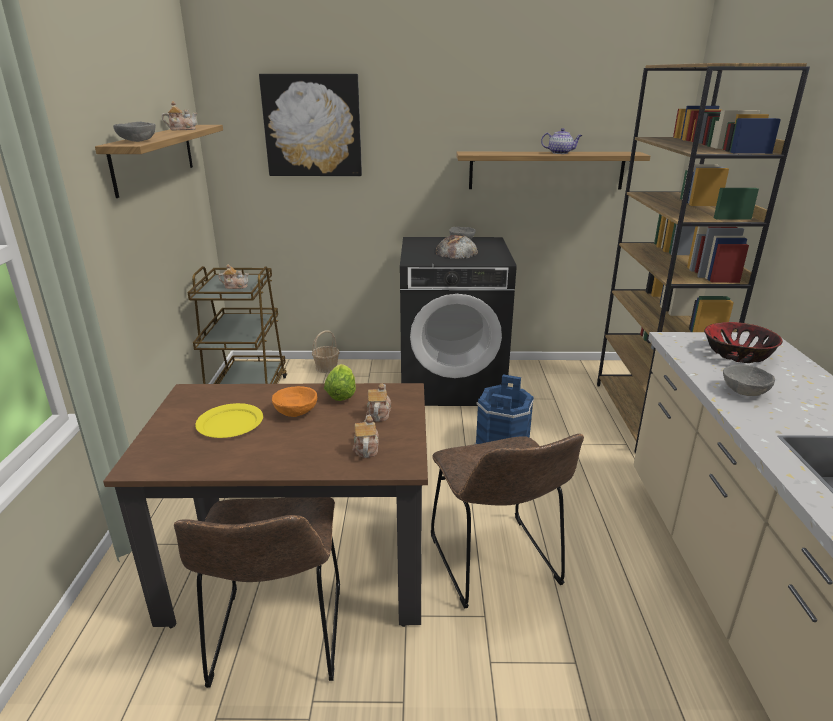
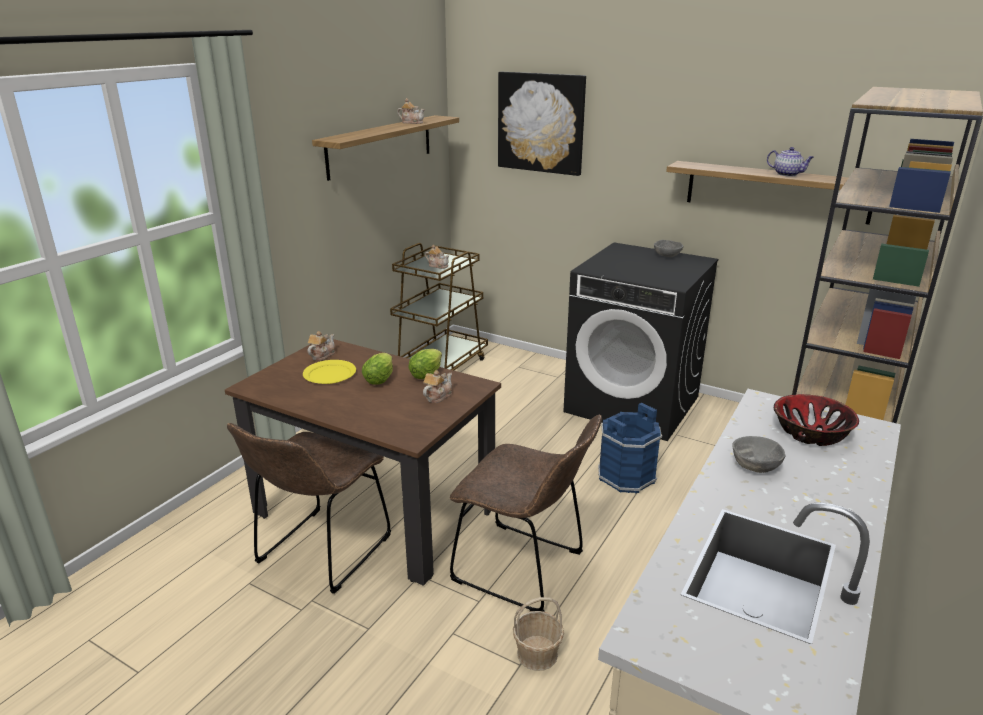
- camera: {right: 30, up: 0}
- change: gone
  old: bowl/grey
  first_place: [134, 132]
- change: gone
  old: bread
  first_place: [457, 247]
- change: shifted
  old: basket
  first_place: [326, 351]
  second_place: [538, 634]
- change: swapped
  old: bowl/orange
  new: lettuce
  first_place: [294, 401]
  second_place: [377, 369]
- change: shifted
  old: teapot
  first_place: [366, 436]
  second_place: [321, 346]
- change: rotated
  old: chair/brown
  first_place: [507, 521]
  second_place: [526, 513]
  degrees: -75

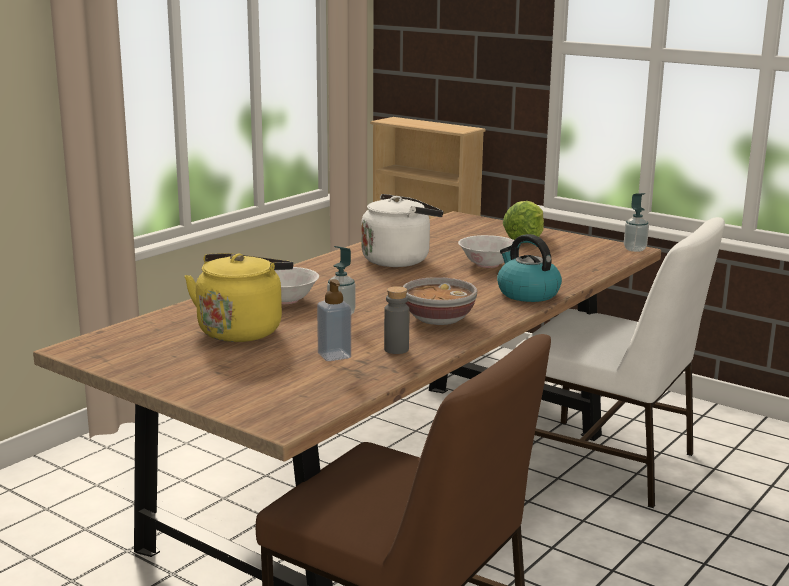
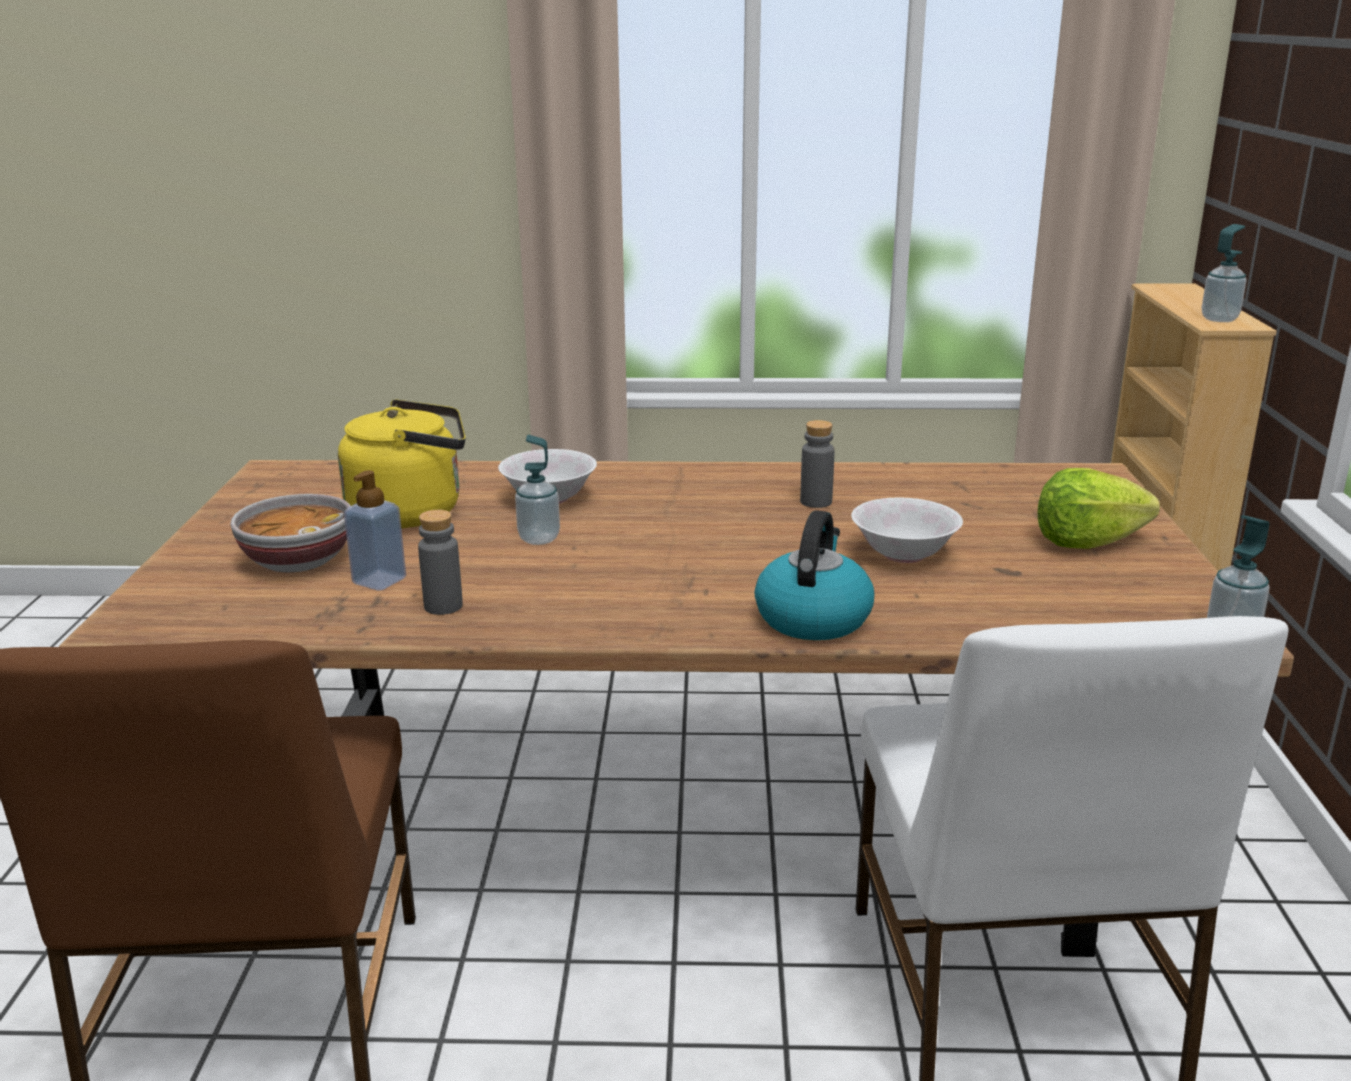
- camera: {right: 55, up: 5}
- change: swapped
  old: kettle/white
  new: bottle/grey
  first_place: [402, 230]
  second_place: [817, 464]
- change: shifted
  old: bowl
  first_place: [440, 301]
  second_place: [290, 533]
- change: new
  new: soap dispenser
  second_place: [1224, 273]

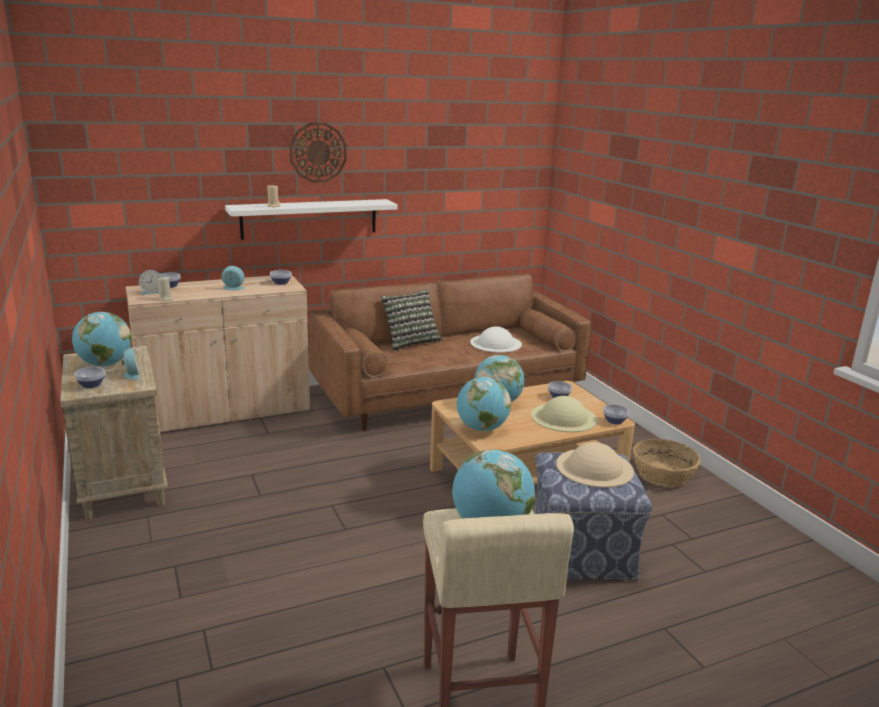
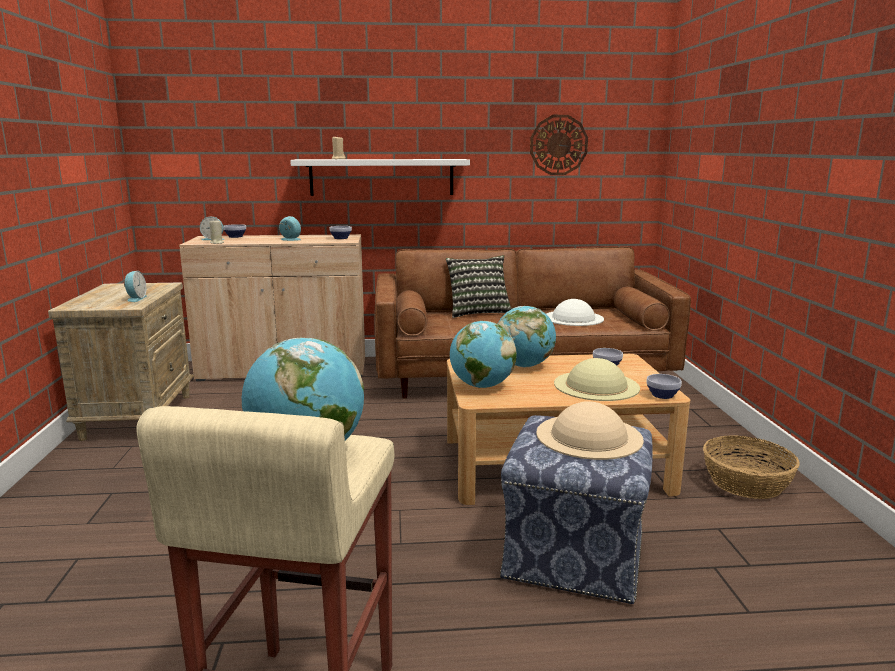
- camera: {right: 20, up: -5}
- change: shifted
  old: wall clock
  first_place: [318, 153]
  second_place: [559, 145]
- change: gone
  old: globe
  first_place: [102, 339]
- change: gone
  old: bowl
  first_place: [89, 377]

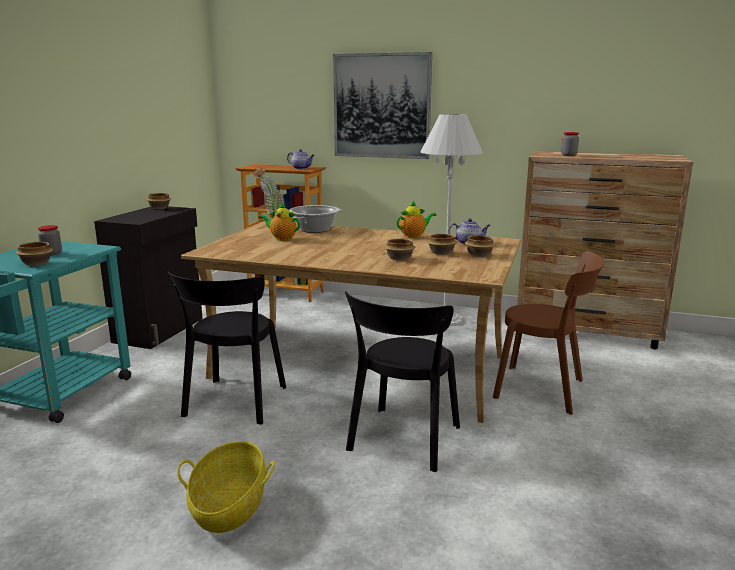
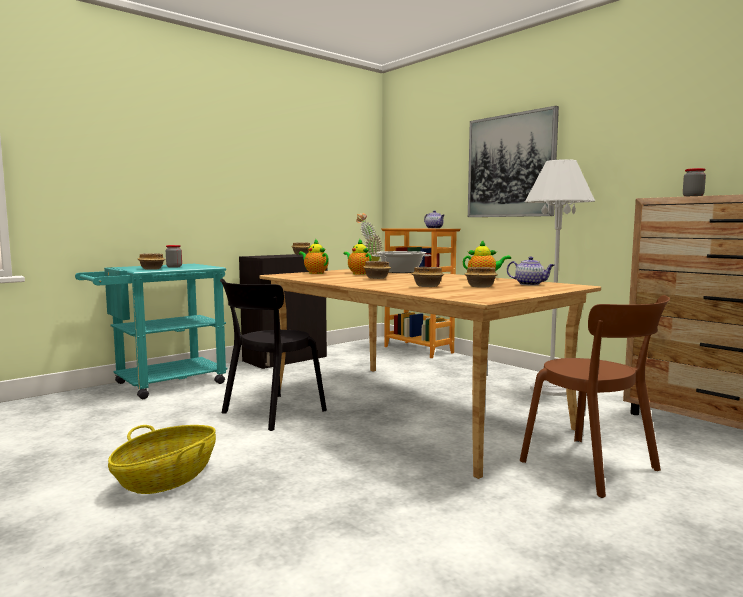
- camera: {right: 30, up: -10}
- change: shifted
  old: bowl
  first_place: [480, 246]
  second_place: [377, 270]
- change: gone
  old: chair/black
  first_place: [402, 381]
- change: new
  new: teapot
  second_place: [314, 256]

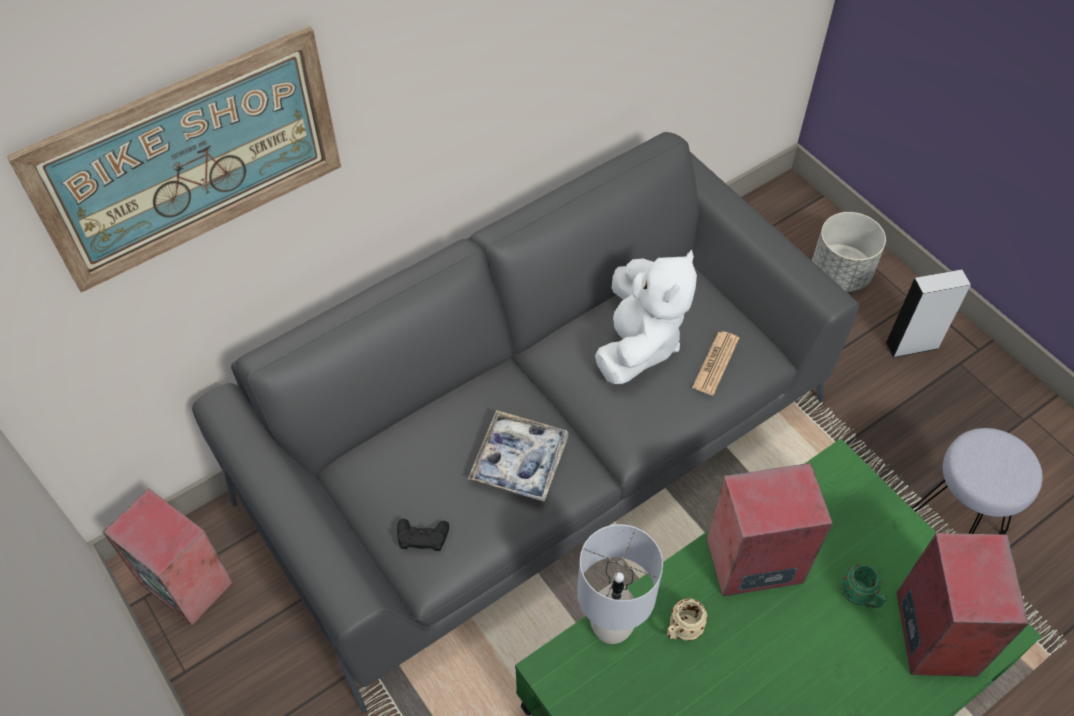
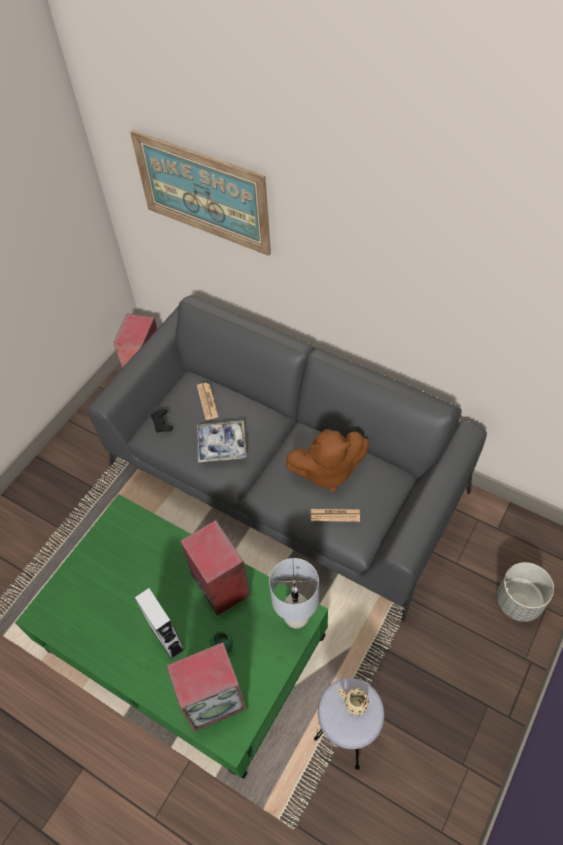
- camera: {right: 70, up: 0}
- change: repainted
  old: plush toy/white
  new: plush toy/brown
  first_place: [646, 316]
  second_place: [328, 460]
- change: shifted
  old: speaker/grey
  first_place: [928, 313]
  second_place: [160, 624]
- change: shifted
  old: table lamp/grey
  first_place: [620, 584]
  second_place: [294, 593]
- change: shifted
  old: mug/beige
  first_place: [687, 619]
  second_place: [353, 702]
- change: new
  new: newspaper
  second_place: [207, 401]

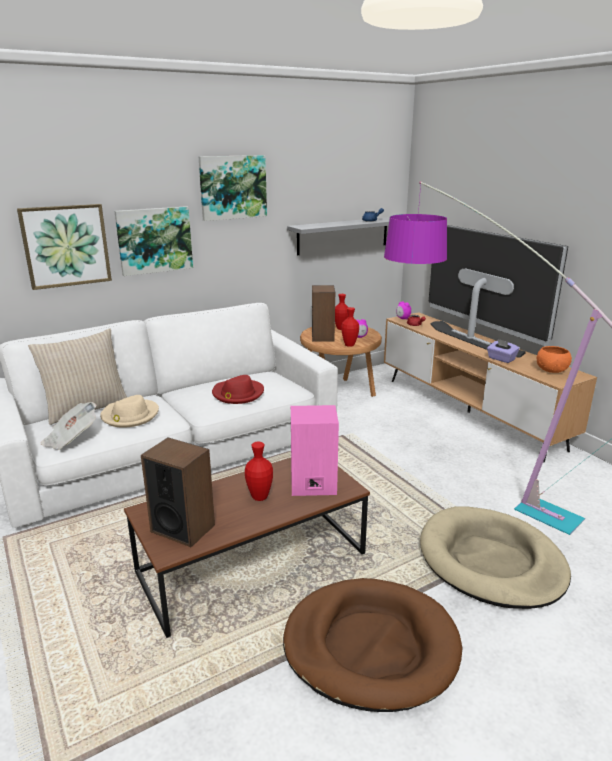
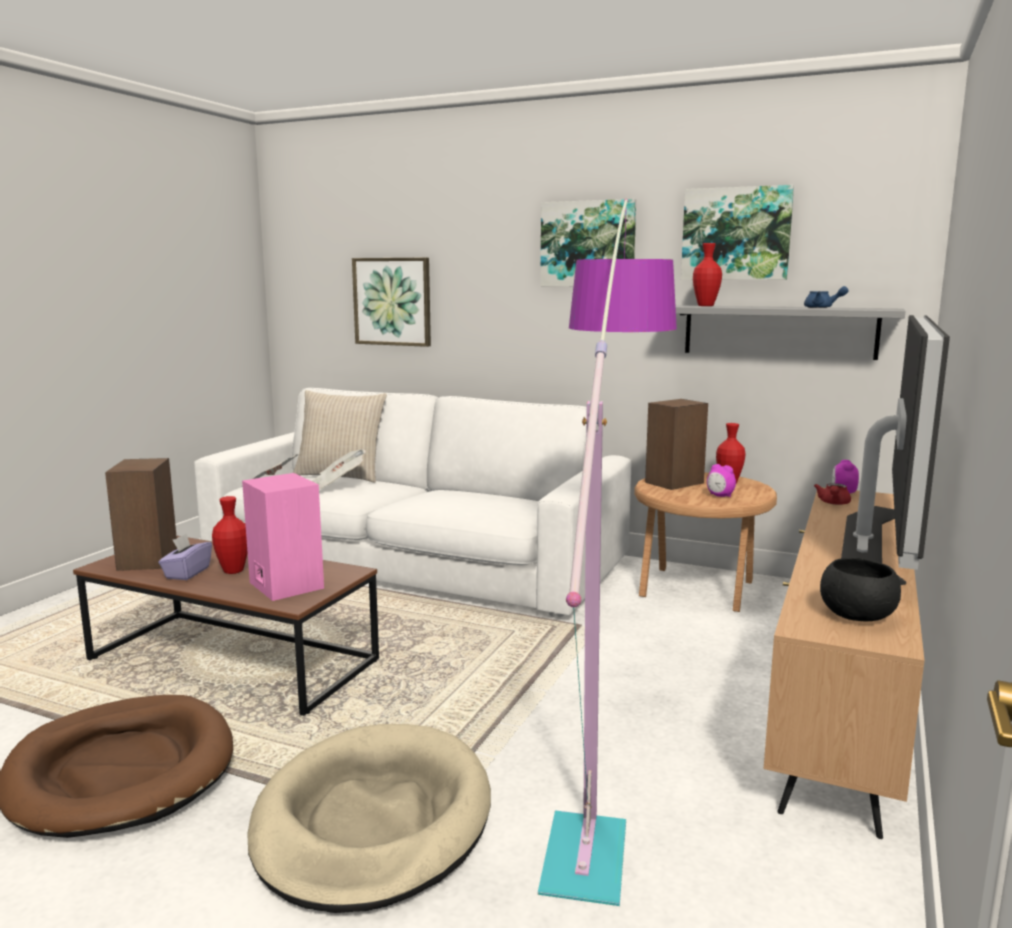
- camera: {right: 55, up: -10}
- change: shifted
  old: picture
  first_place: [154, 241]
  second_place: [737, 232]
- change: shifted
  old: vase/red
  first_place: [350, 327]
  second_place: [707, 274]
- change: shifted
  old: tissue box/purple
  first_place: [503, 351]
  second_place: [185, 557]
- change: repainted
  old: bowl/orange
  new: bowl/black
  first_place: [554, 359]
  second_place: [860, 590]
- change: gone
  old: hat/red
  first_place: [238, 389]
- change: swapped
  old: hat/beige
  new: newspaper
  first_place: [129, 411]
  second_place: [339, 469]

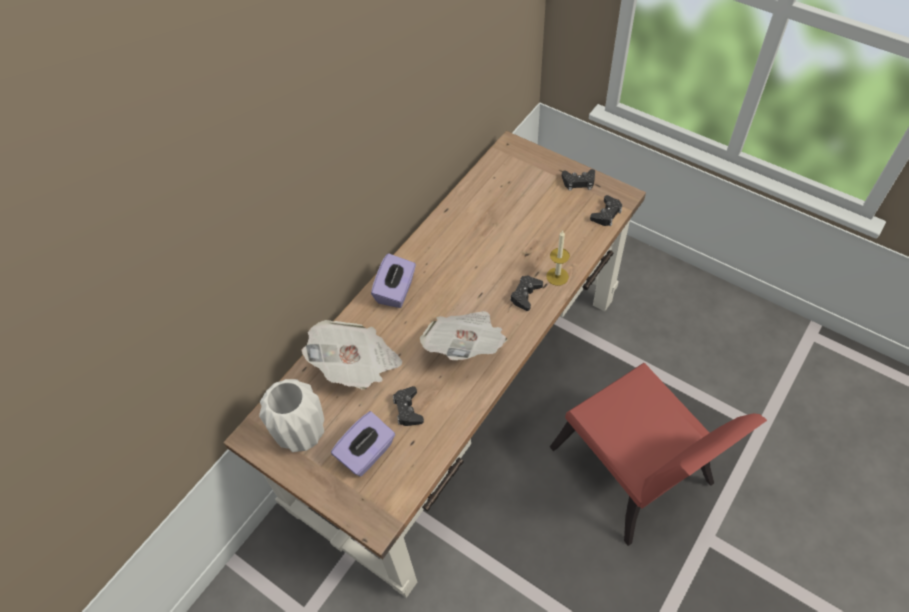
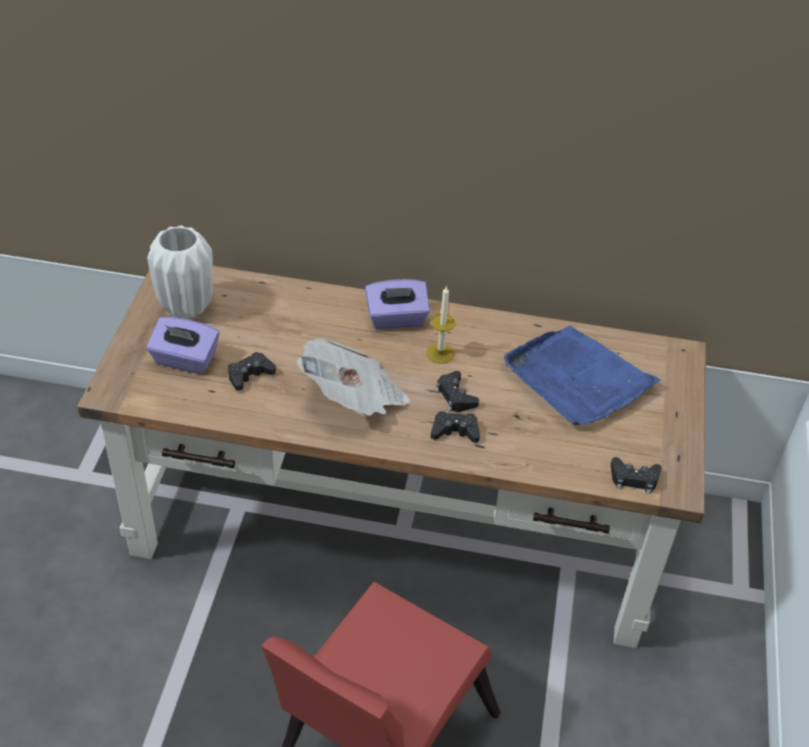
- camera: {right: 60, up: -10}
- change: shifted
  old: game controller/black
  first_place: [578, 180]
  second_place: [457, 391]
- change: shifted
  old: candle
  first_place: [558, 258]
  second_place: [441, 324]
- change: gone
  old: newspaper
  first_place: [352, 354]
- change: new
  new: tray/blue
  second_place: [582, 375]

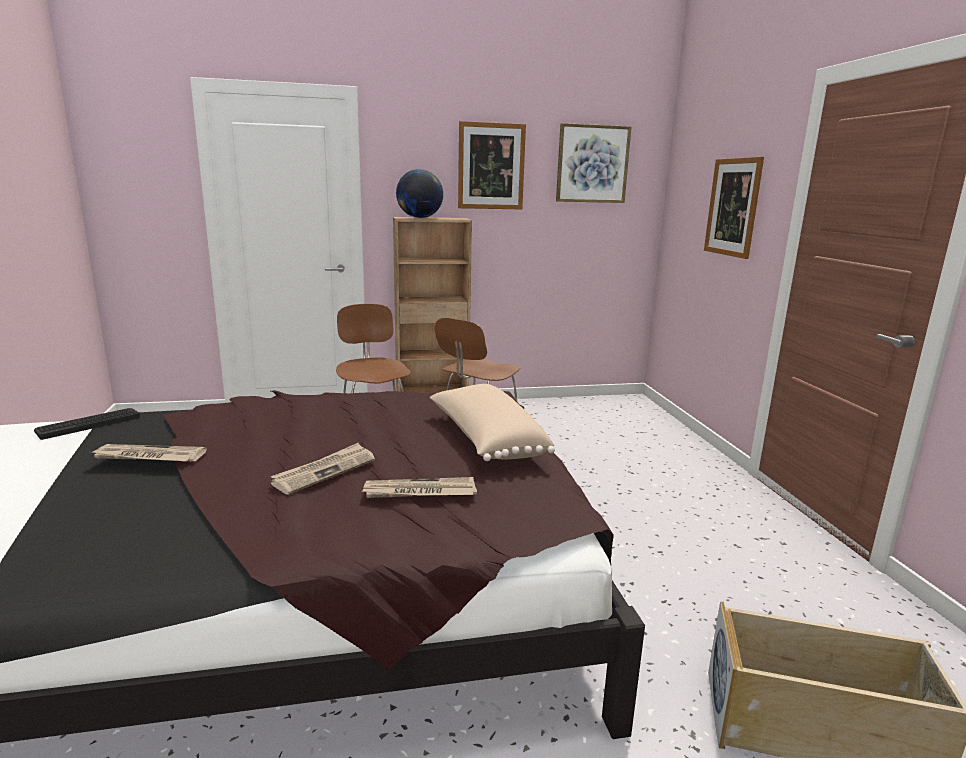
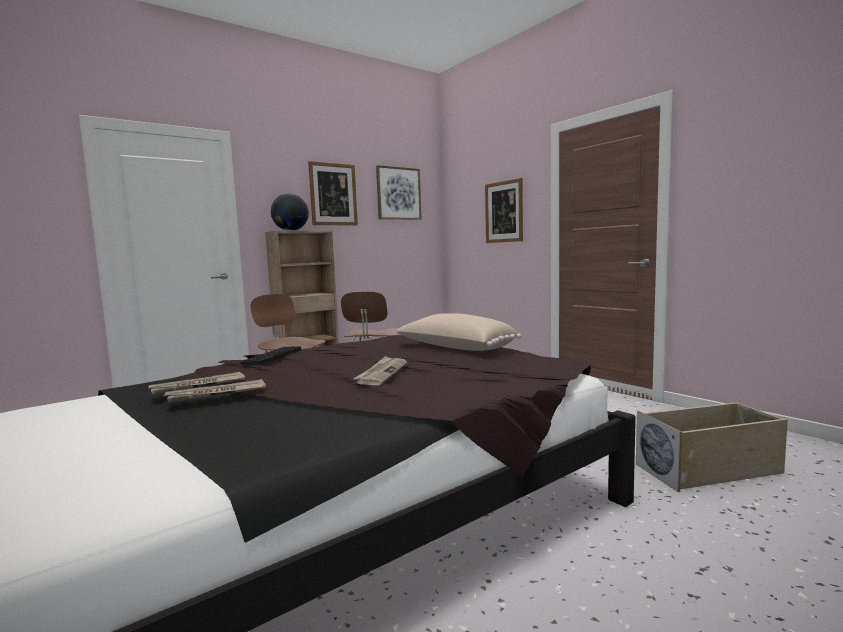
- camera: {right: -25, up: -10}
- change: shifted
  old: keyboard
  first_place: [87, 424]
  second_place: [270, 355]
- change: shifted
  old: newspaper
  first_place: [419, 487]
  second_place: [196, 383]

